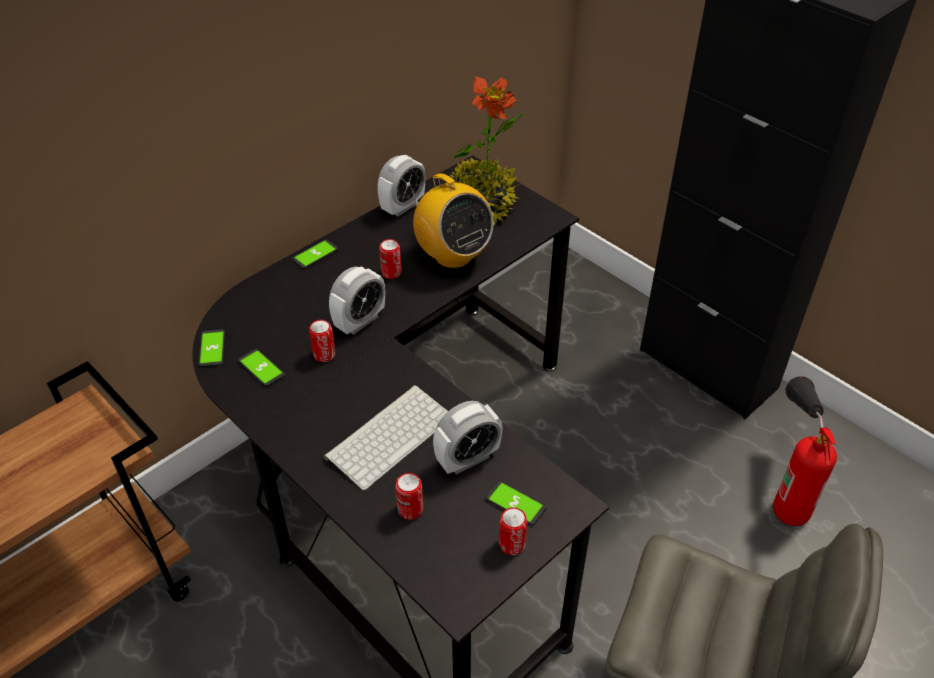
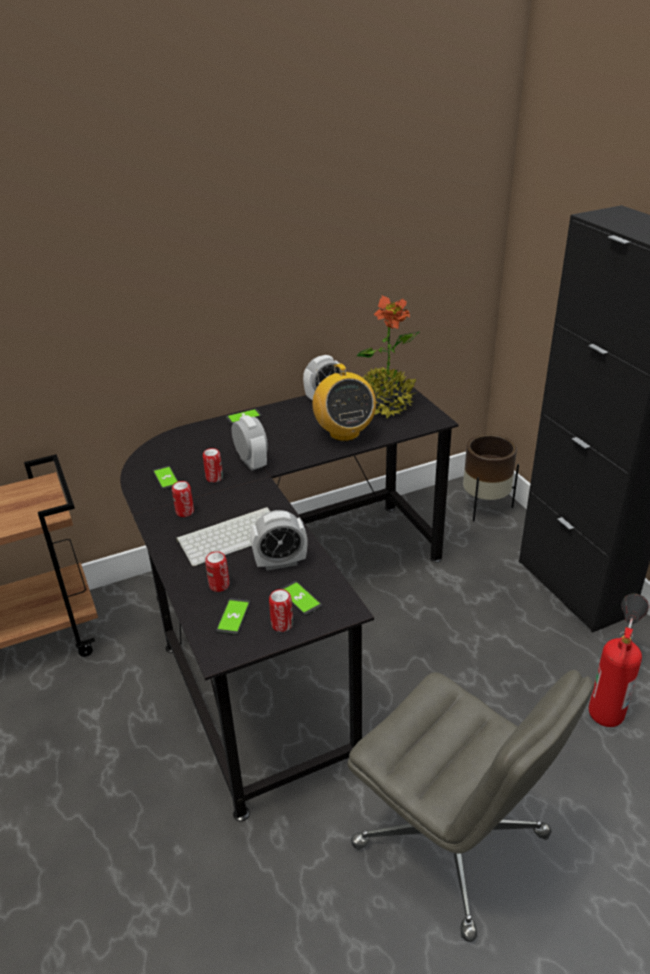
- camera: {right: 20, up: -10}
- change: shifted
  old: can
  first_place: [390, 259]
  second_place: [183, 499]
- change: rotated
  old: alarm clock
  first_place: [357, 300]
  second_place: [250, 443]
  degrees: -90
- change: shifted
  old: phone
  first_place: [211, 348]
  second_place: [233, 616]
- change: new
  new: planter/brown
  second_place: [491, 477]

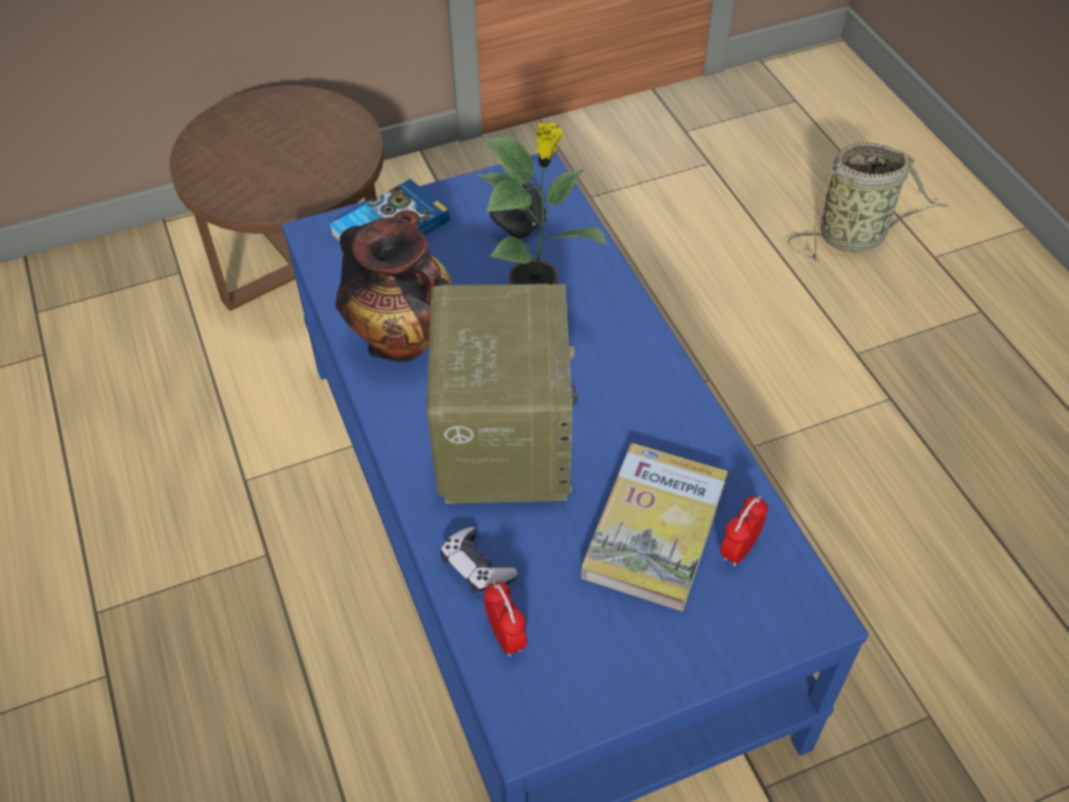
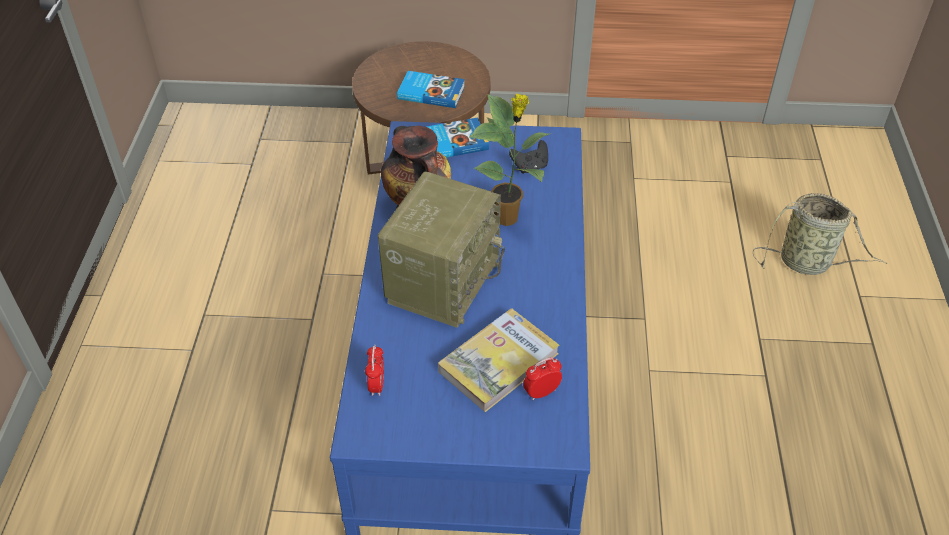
- camera: {right: 25, up: -5}
- change: gone
  old: game controller
  first_place: [479, 560]
- change: new
  new: book
  second_place: [431, 89]

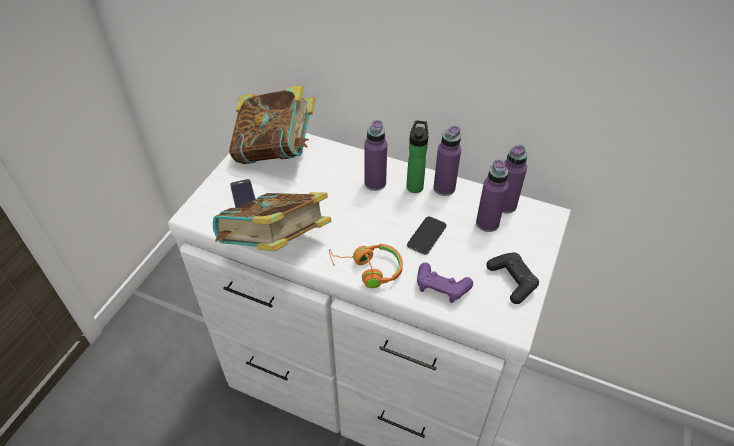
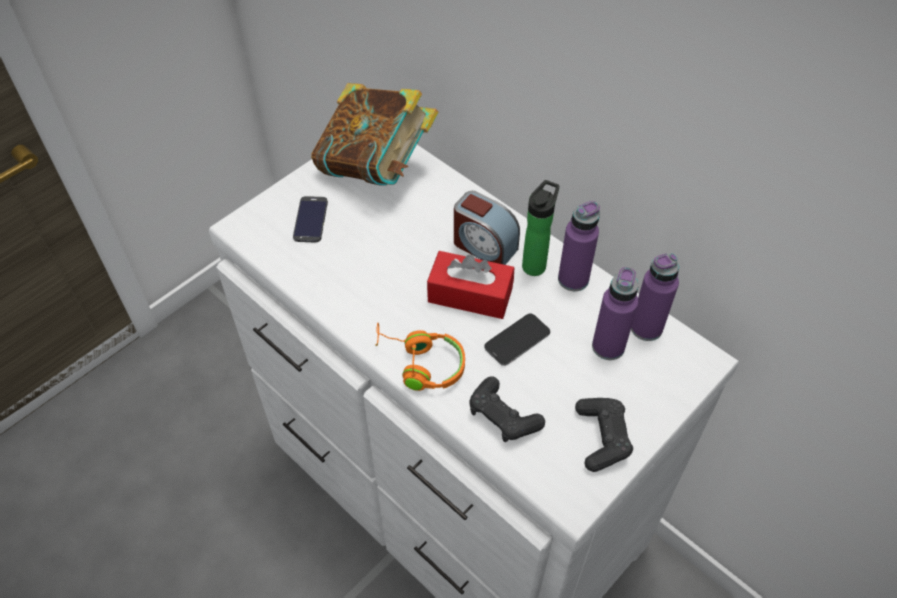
- camera: {right: 20, up: 5}
- change: swapped
  old: bottle/purple
  new: alarm clock
  first_place: [375, 155]
  second_place: [487, 228]
- change: gone
  old: book
  first_place: [272, 221]
- change: repainted
  old: game controller/purple
  new: game controller/black
  first_place: [445, 283]
  second_place: [507, 409]
- change: new
  new: tissue box/red
  second_place: [470, 285]

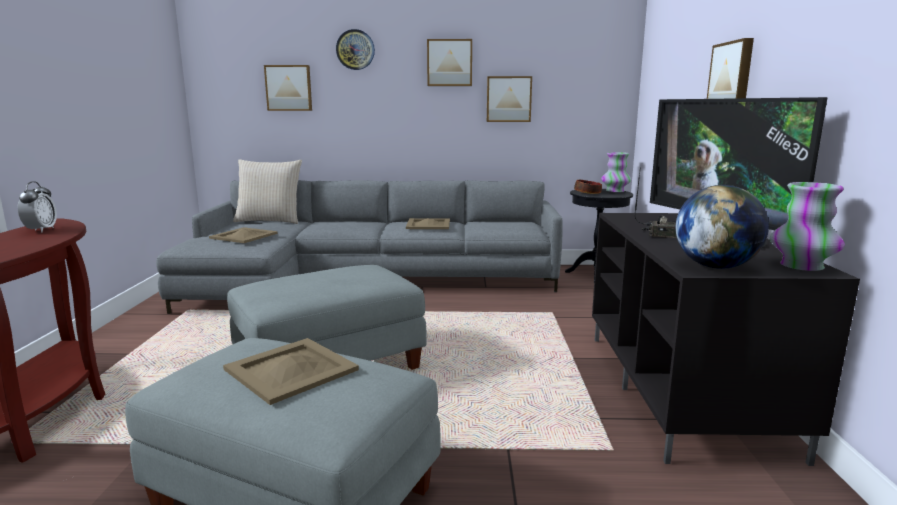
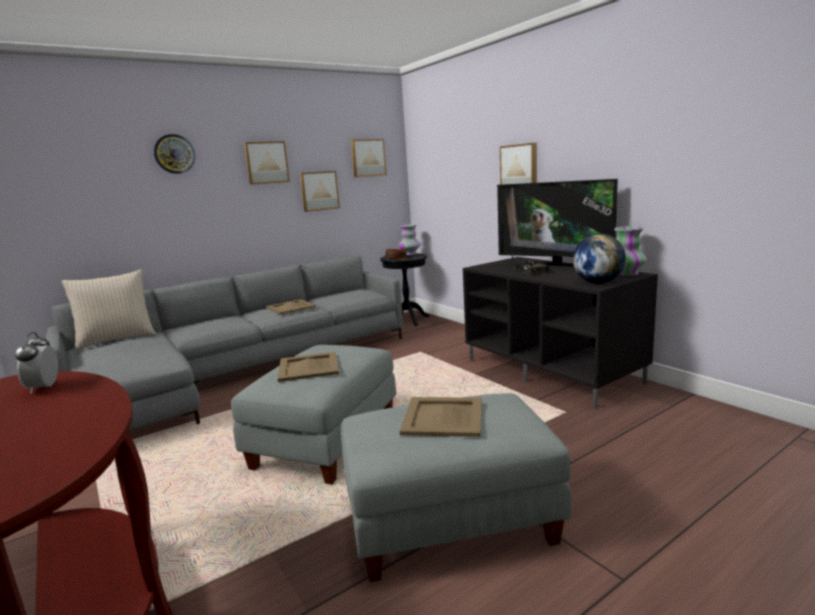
- camera: {right: -35, up: 0}
- change: shifted
  old: picture
  first_place: [288, 88]
  second_place: [369, 158]
- change: rotated
  old: alarm clock
  first_place: [37, 206]
  second_place: [36, 363]
  degrees: -150
- change: shifted
  old: tray/beige
  first_place: [243, 235]
  second_place: [308, 367]

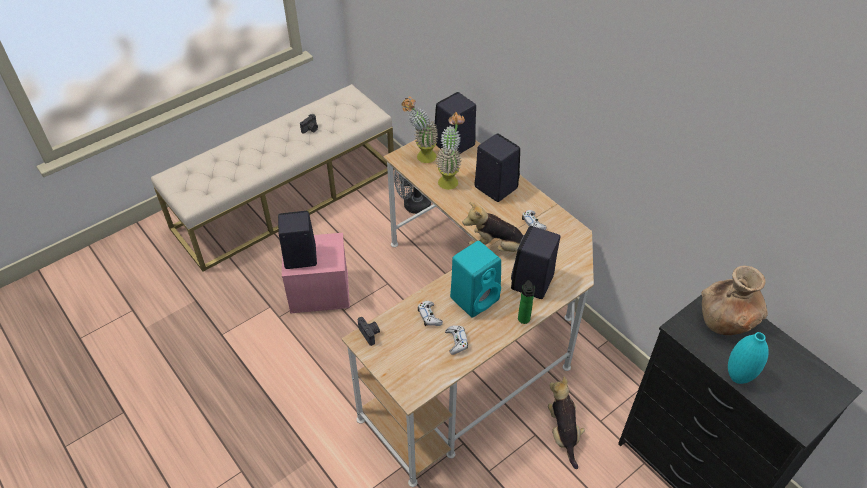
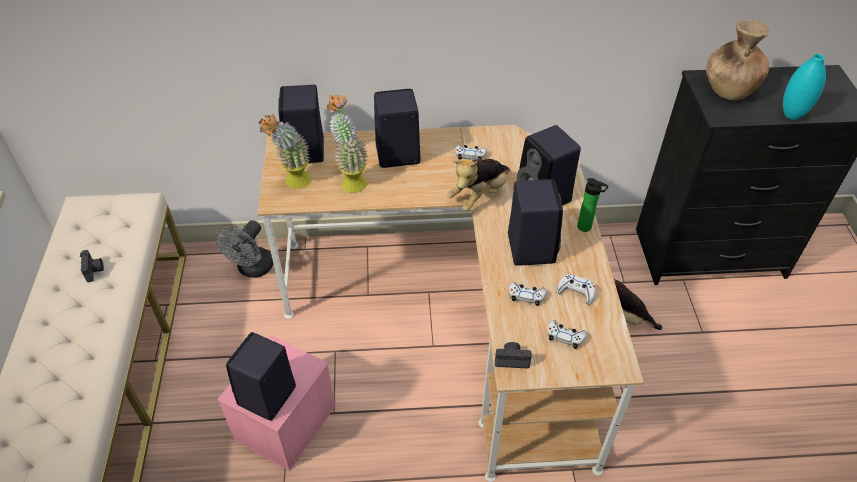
- camera: {right: -55, up: 0}
- change: repainted
  old: speaker/turquoise
  new: speaker/black
  first_place: [475, 279]
  second_place: [535, 222]
- change: new
  new: game controller/white
  second_place: [567, 334]

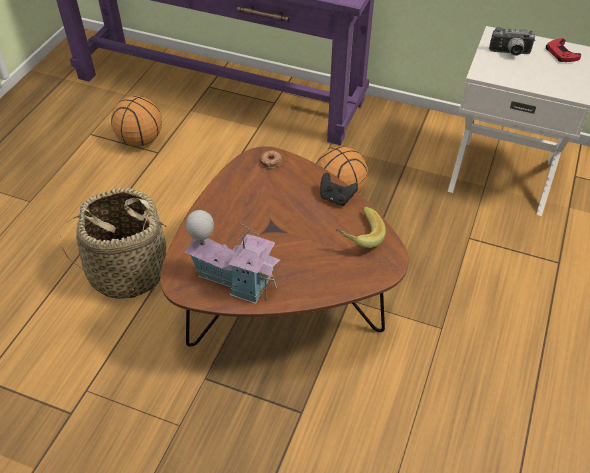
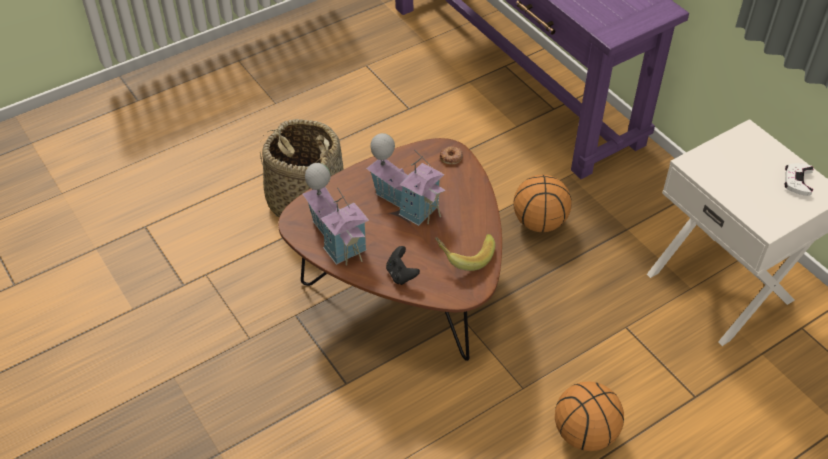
- camera: {right: 35, up: 0}
- change: gone
  old: photo camera
  first_place: [512, 41]
- change: repainted
  old: game controller/red
  new: game controller/white
  first_place: [563, 50]
  second_place: [799, 179]
- change: shifted
  old: basketball
  first_place: [136, 121]
  second_place: [589, 416]
- change: shifted
  old: game controller/black
  first_place: [339, 189]
  second_place: [403, 265]
- change: new
  new: toy house
  second_place: [406, 179]

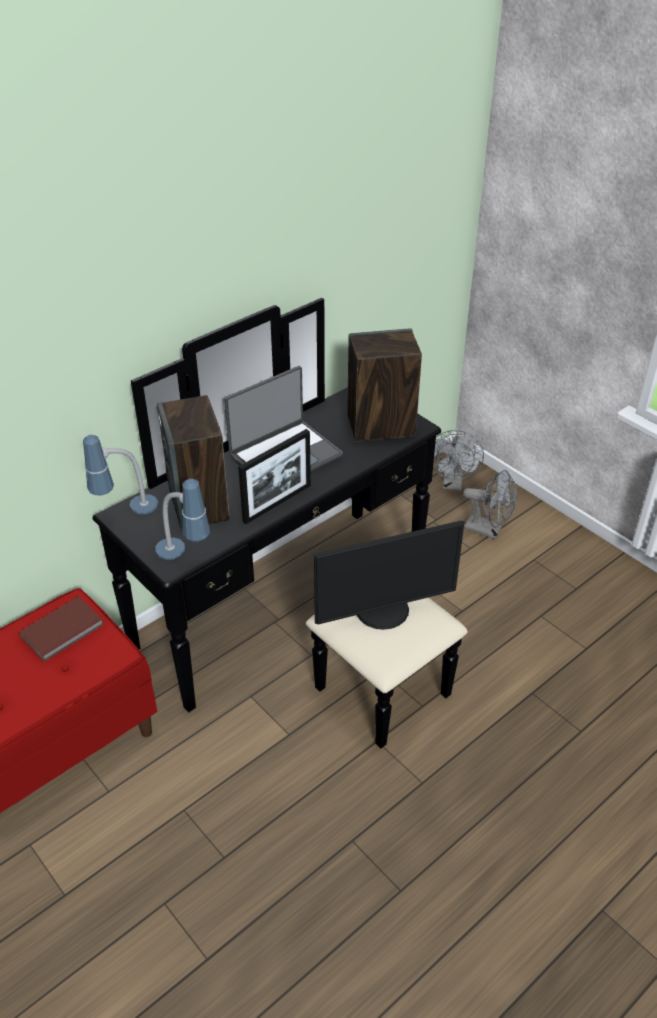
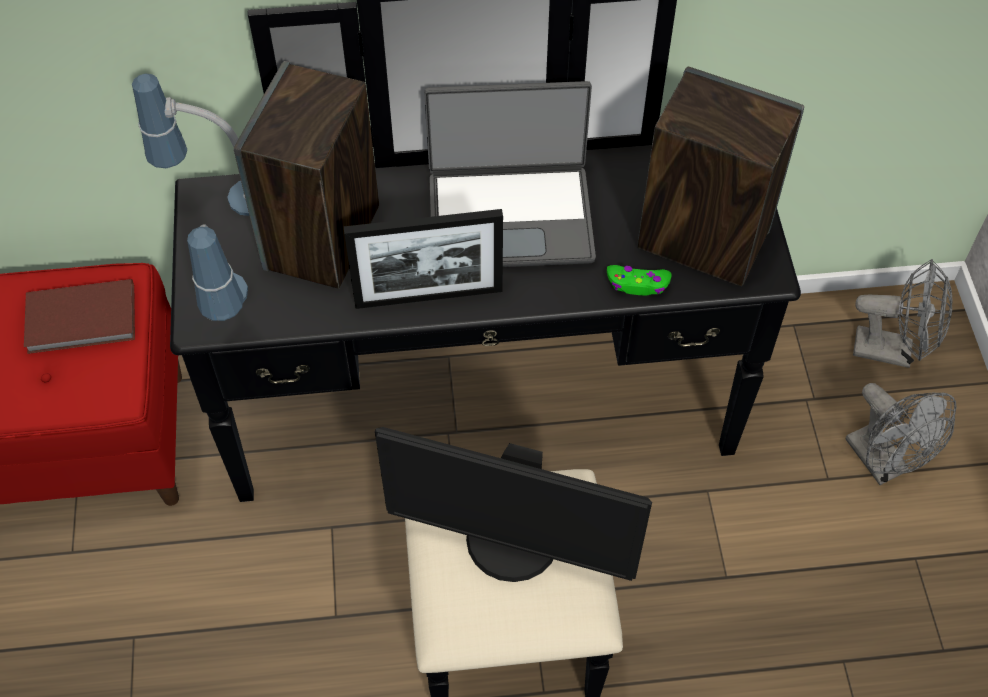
- camera: {right: 35, up: 15}
- change: rotated
  old: fan/grey
  first_place: [458, 460]
  second_place: [903, 313]
  degrees: -120
- change: new
  new: game controller/green
  second_place: [639, 280]

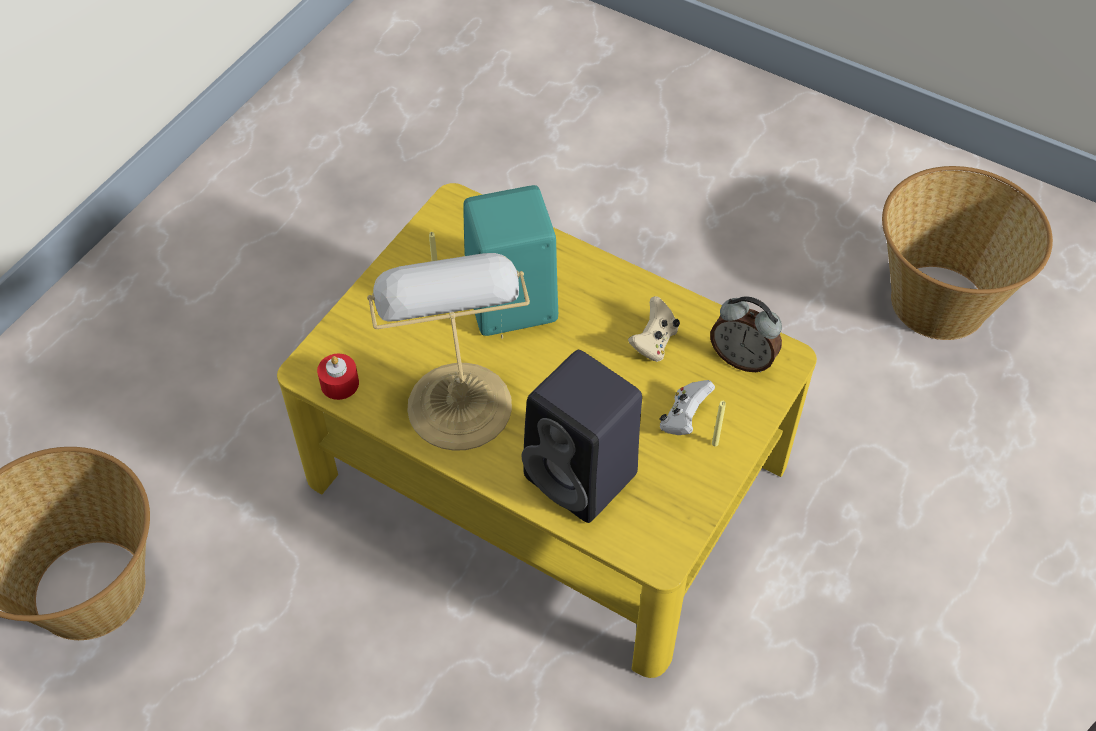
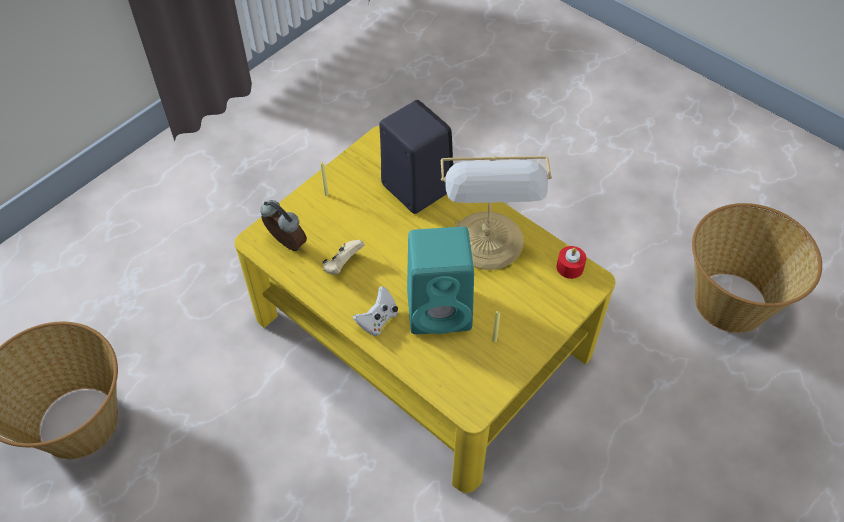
- camera: {right: -170, up: 0}
- change: shifted
  old: game controller/white
  first_place: [687, 407]
  second_place: [375, 311]

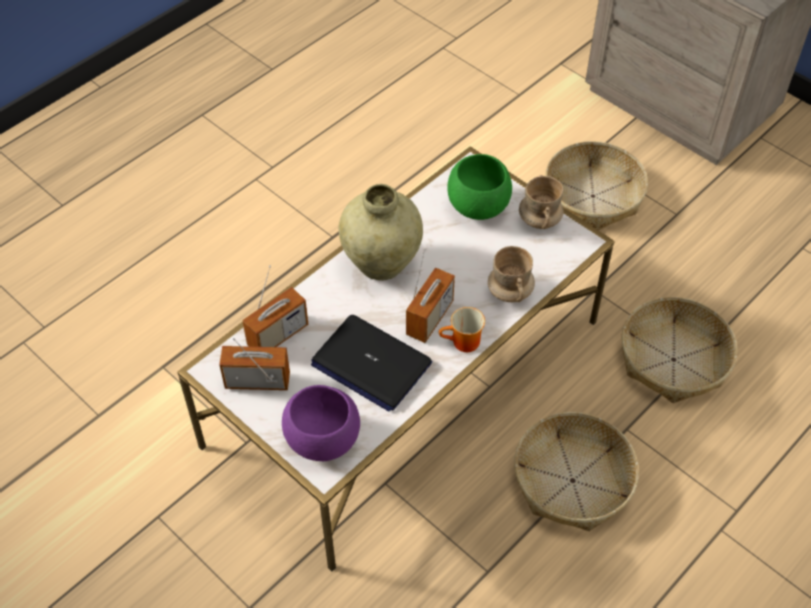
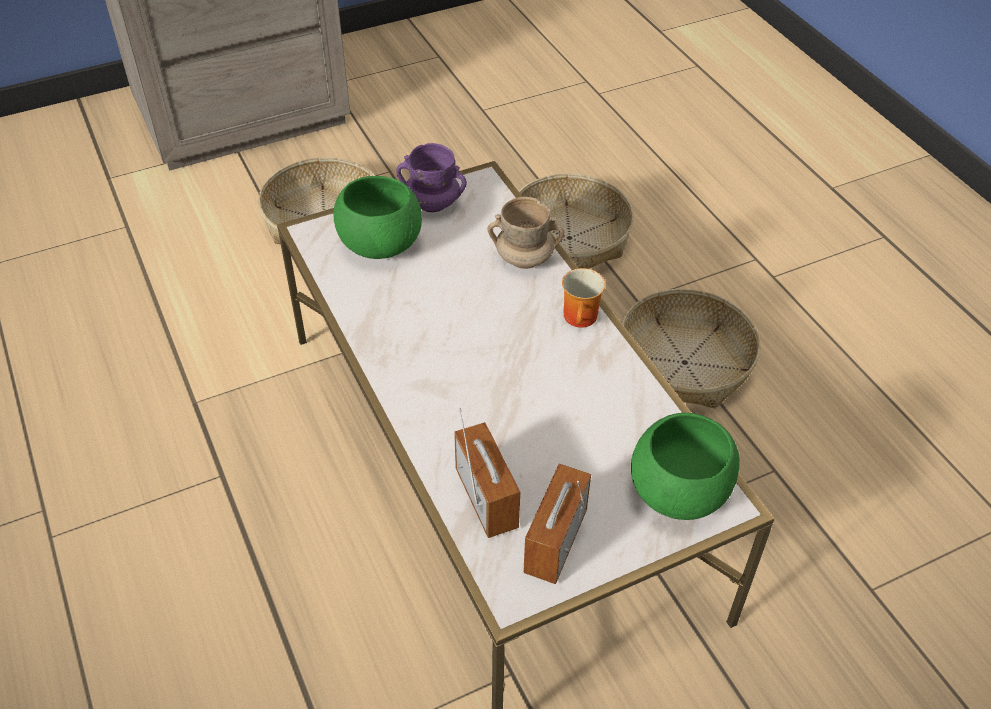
- camera: {right: -70, up: -5}
- change: repainted
  old: mug/beige
  new: mug/purple
  first_place: [541, 202]
  second_place: [431, 177]
- change: gone
  old: vase/beige
  first_place: [381, 232]
- change: gone
  old: radio
  first_place: [430, 296]
- change: gone
  old: laptop
  first_place: [371, 363]
- change: repainted
  old: bowl/purple
  new: bowl/green
  first_place: [321, 423]
  second_place: [685, 466]

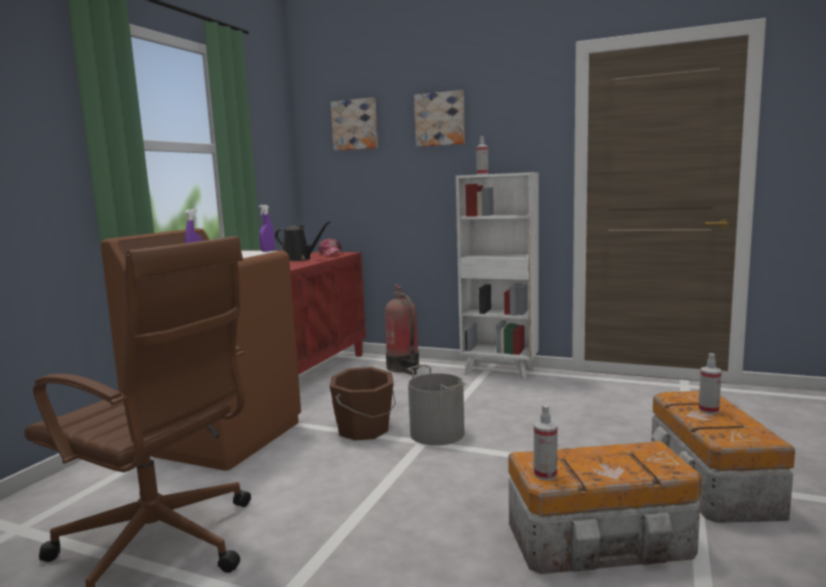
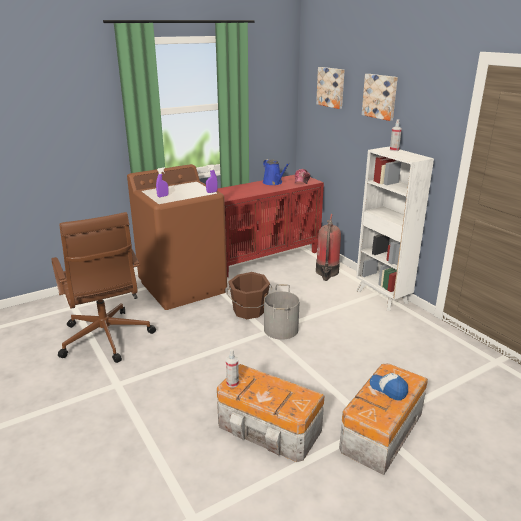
- camera: {right: 35, up: 15}
- change: repainted
  old: watering can/black
  new: watering can/blue
  first_place: [302, 241]
  second_place: [276, 172]
- change: swapped
  old: spray bottle
  new: cap
  first_place: [710, 383]
  second_place: [389, 386]

